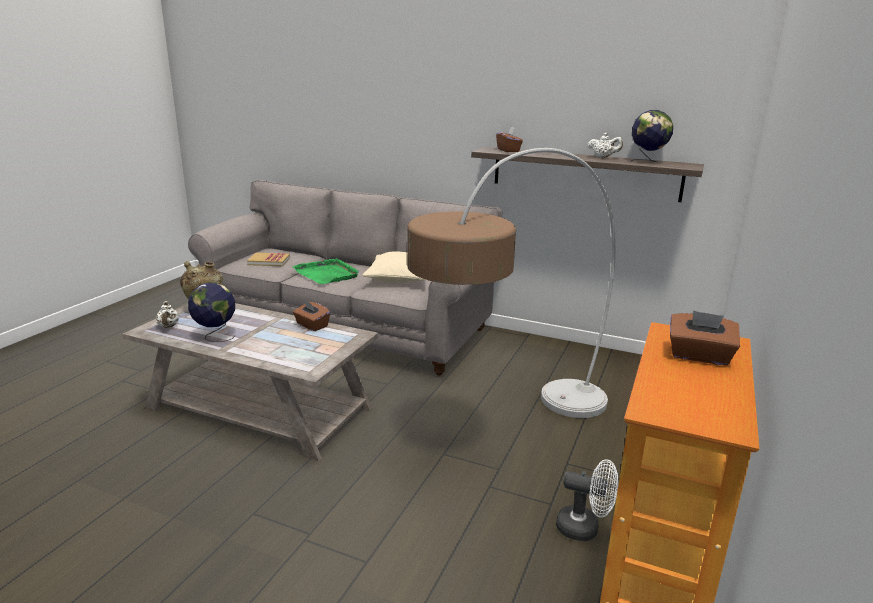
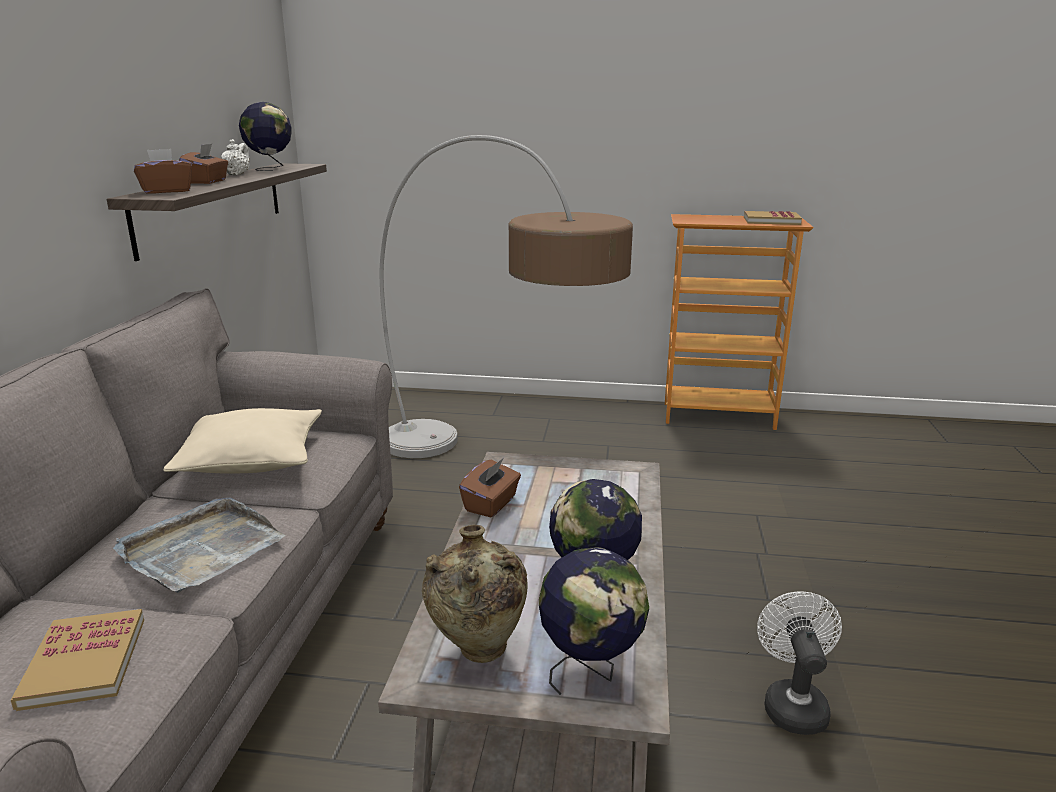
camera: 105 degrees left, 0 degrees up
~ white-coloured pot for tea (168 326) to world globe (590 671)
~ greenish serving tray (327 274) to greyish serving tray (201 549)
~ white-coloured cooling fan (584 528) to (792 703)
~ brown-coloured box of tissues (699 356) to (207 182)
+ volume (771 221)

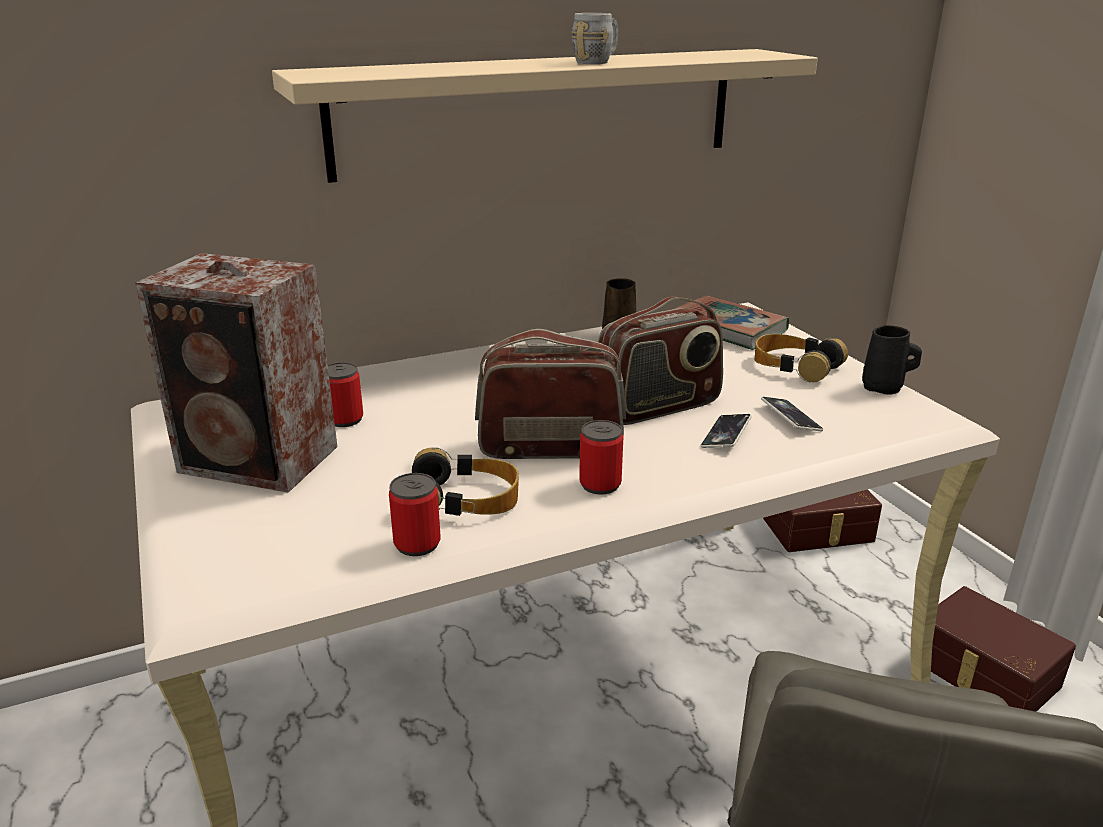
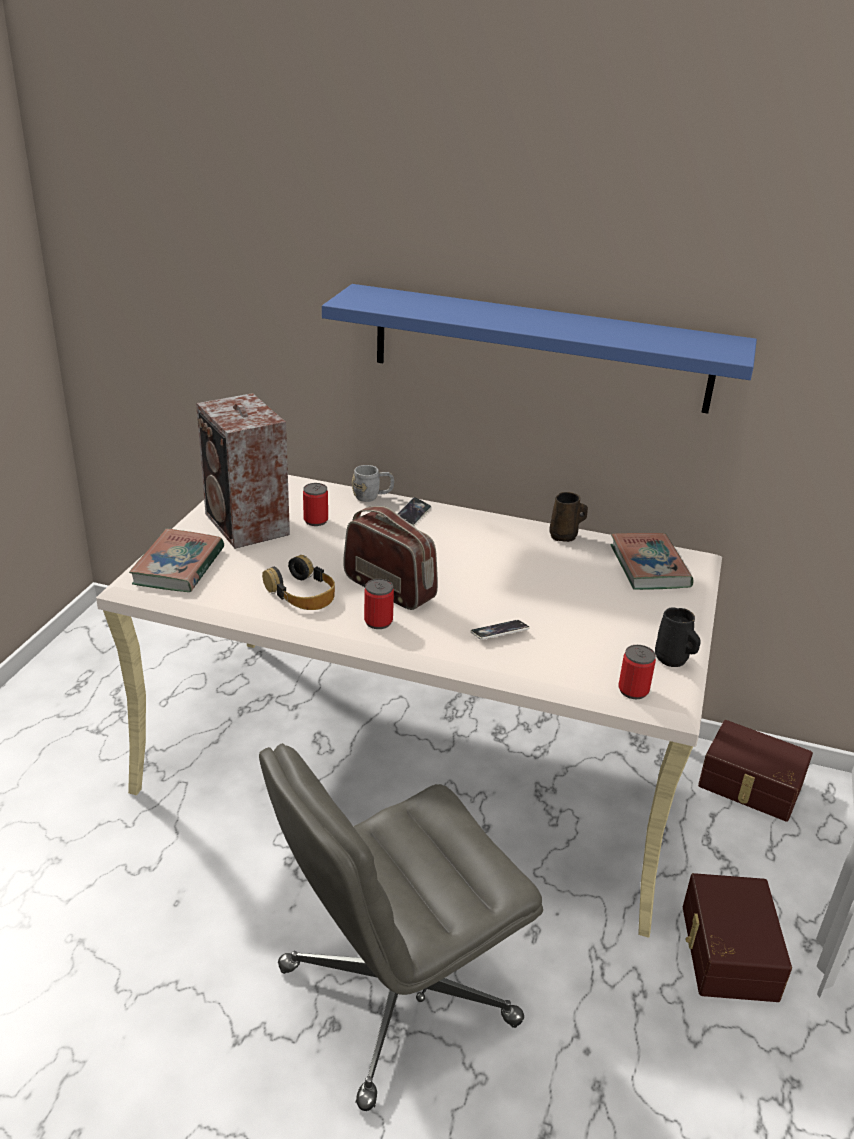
camera: 40 degrees right, 5 degrees up
~ beige shelf (540 112) to blue-coloured shelf (540 348)
~ sealed can (417 544) to (633 690)
~ greyish coffee mug (597 61) to (372 496)
- radio set (657 407)
- headphones (795 366)
~ telephone (790 418) to (413 514)
+ volume (178 566)

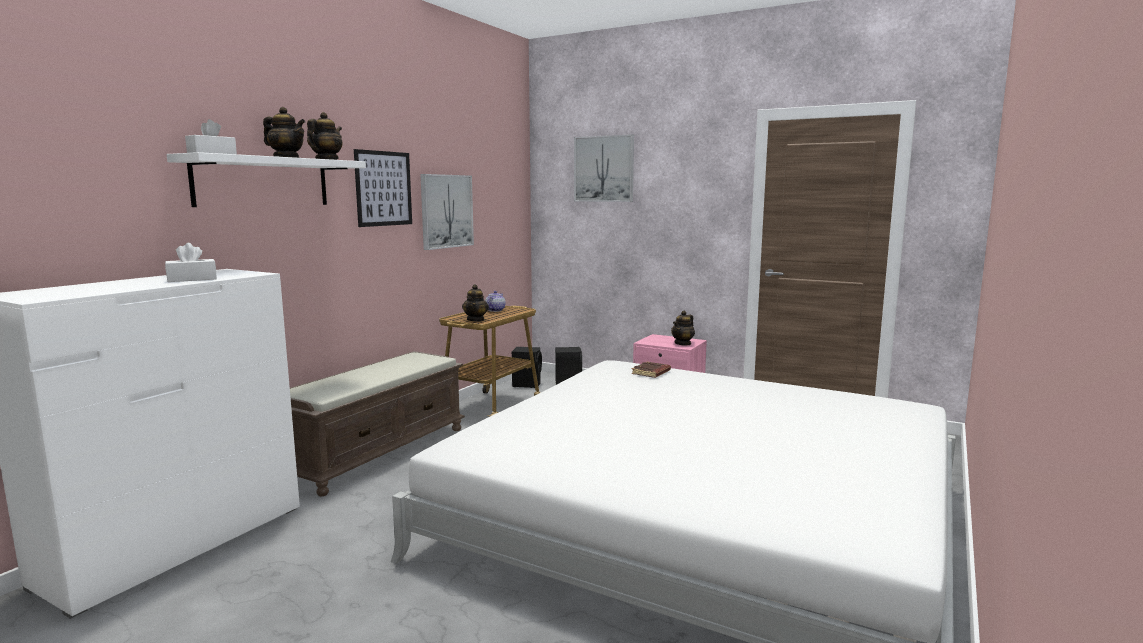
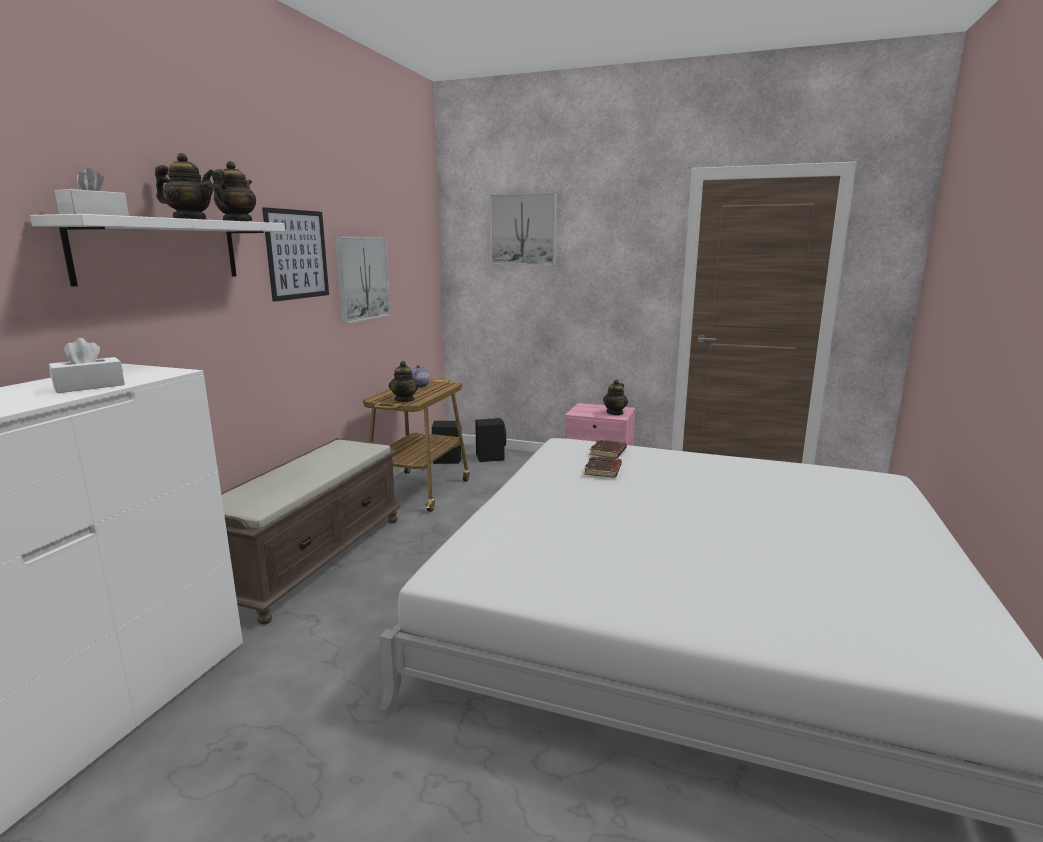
camera: 10 degrees left, 5 degrees up
+ brown-coloured volume (603 470)

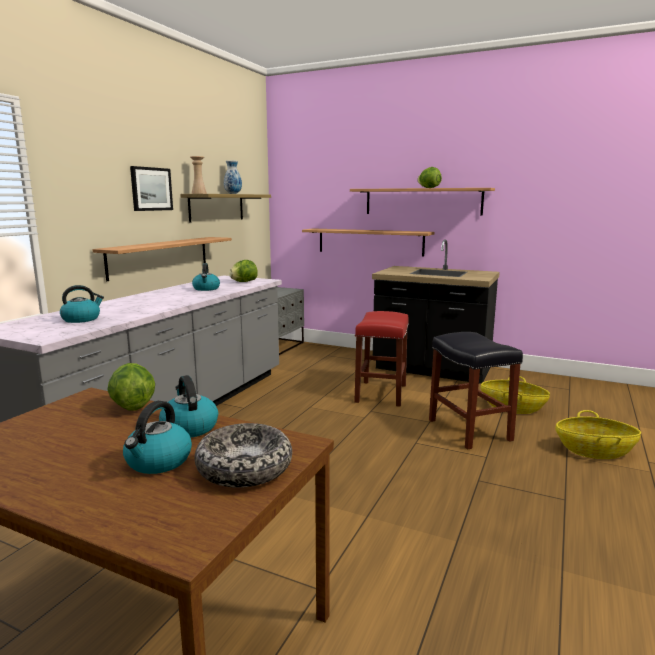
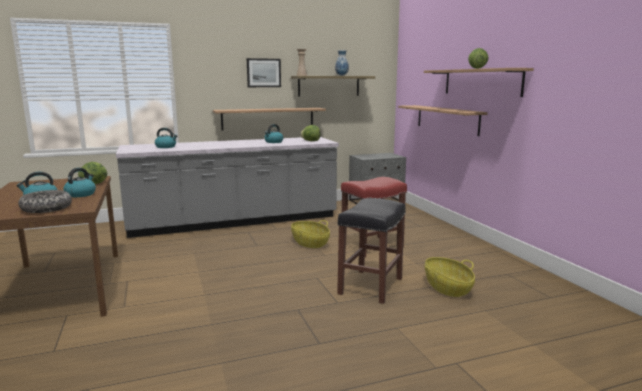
camera: 45 degrees right, 0 degrees up
- black kitchen base unit (431 370)
~ household basket (594 451) to (310 243)

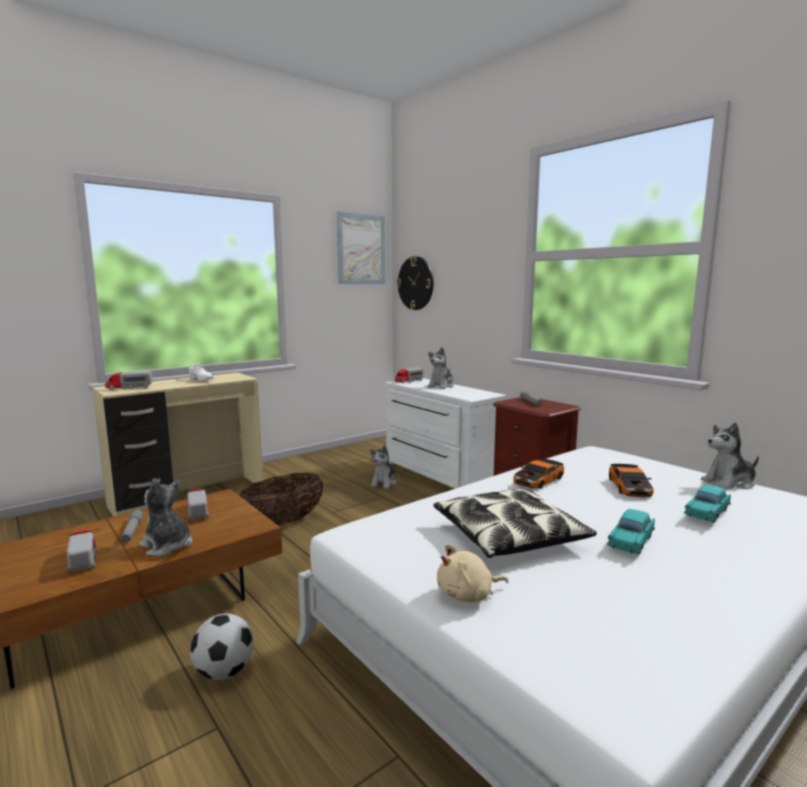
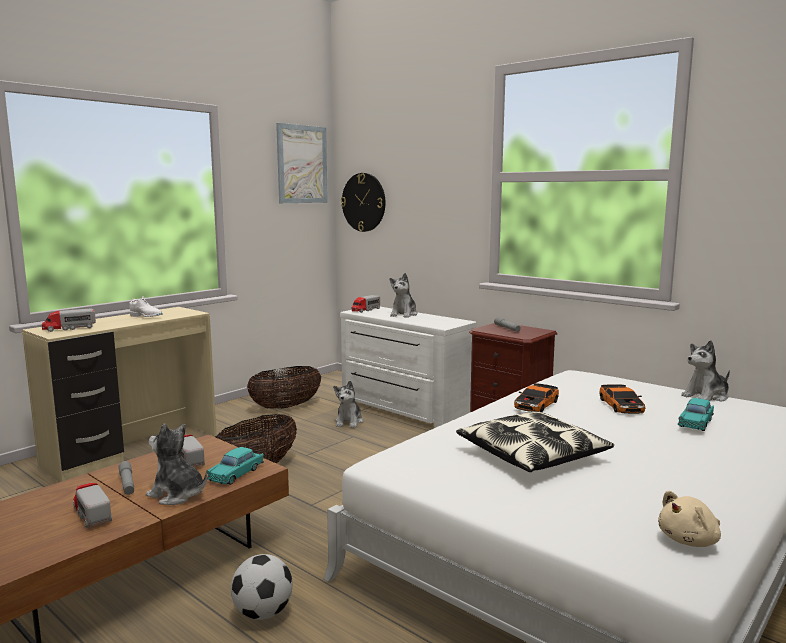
camera: 10 degrees left, 0 degrees up
~ beige soft toy (468 595) to (690 540)
~ turquoise-coloured toy car (631 541) to (236 474)
+ household basket (285 407)

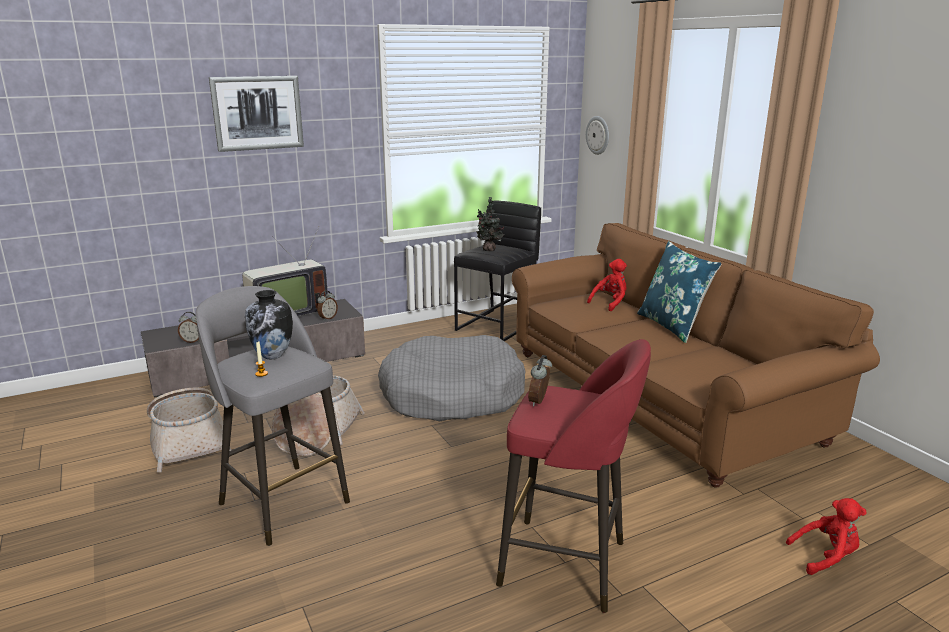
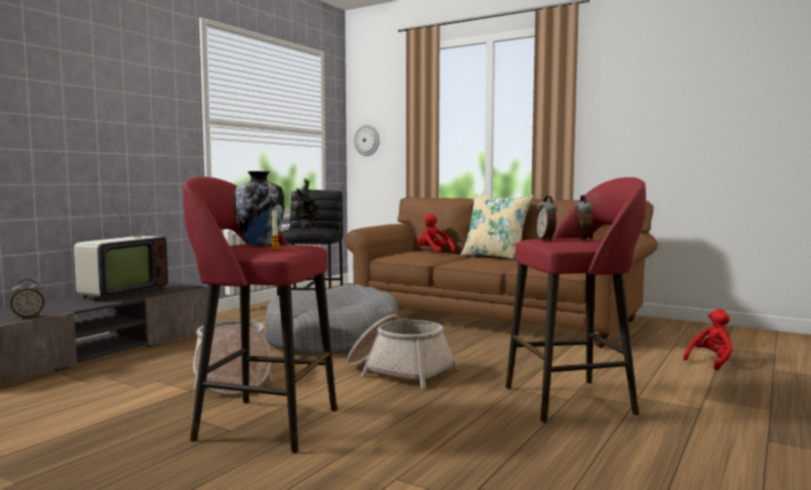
camera: 30 degrees left, 15 degrees down
~ household basket (189 441) to (399 371)
~ greyish stool seat (282 501) to red stool seat (263 424)
- wall picture (257 113)
~ table clock (327 318) to (583 239)
~ red soft toy (610 303) = (433 252) 60 degrees counterclockwise
~ blue-coloured cushion (672 326) to beige cushion (495 257)

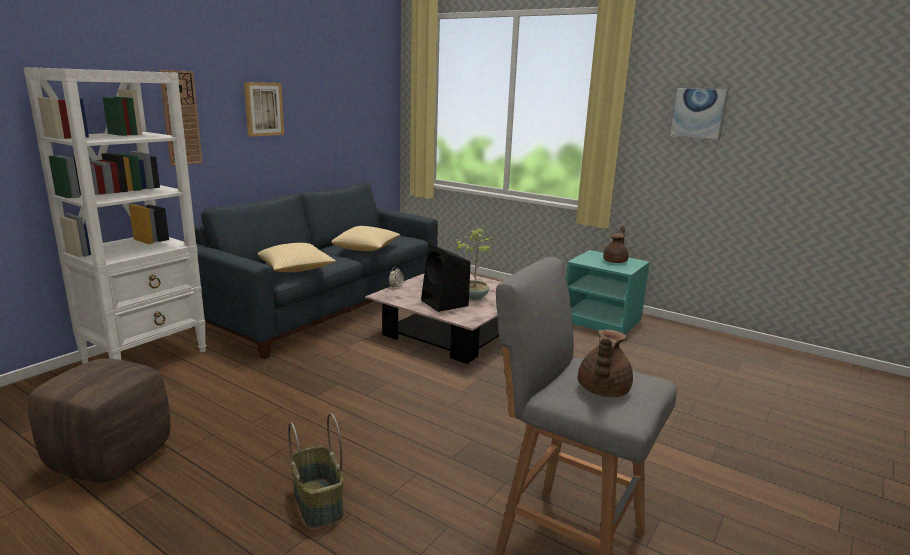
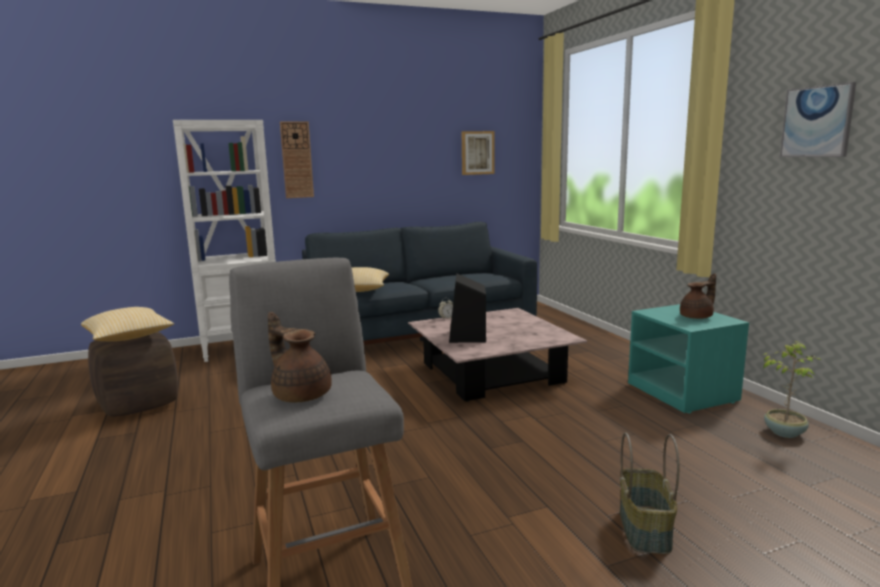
camera: 35 degrees right, 5 degrees down
~ wall picture (263 109) to (477 153)
~ household basket (319 502) to (646 530)
~ cushion (366 249) to (128 338)
~ potted plant (474 297) to (784 432)
~ brown-coloured pot for tea (602 390) = (301 394) 75 degrees clockwise

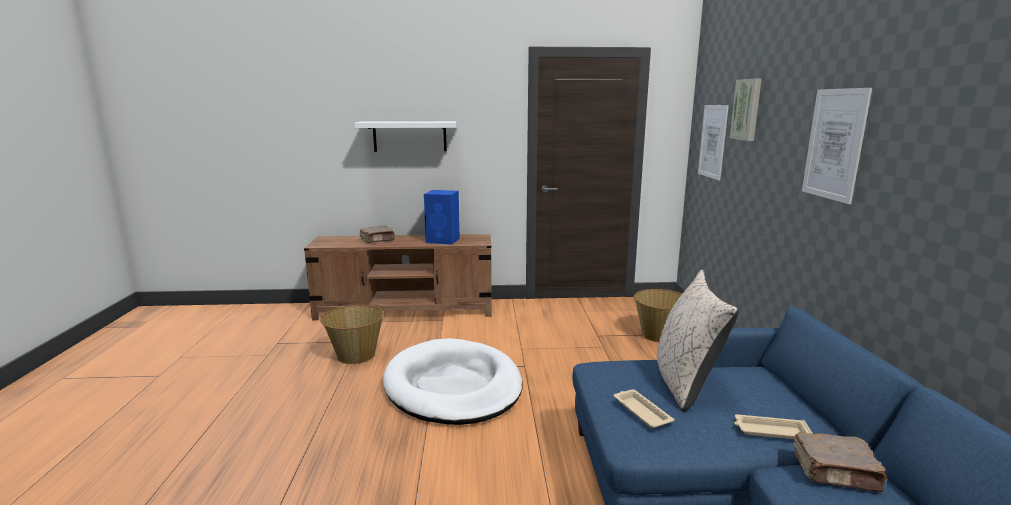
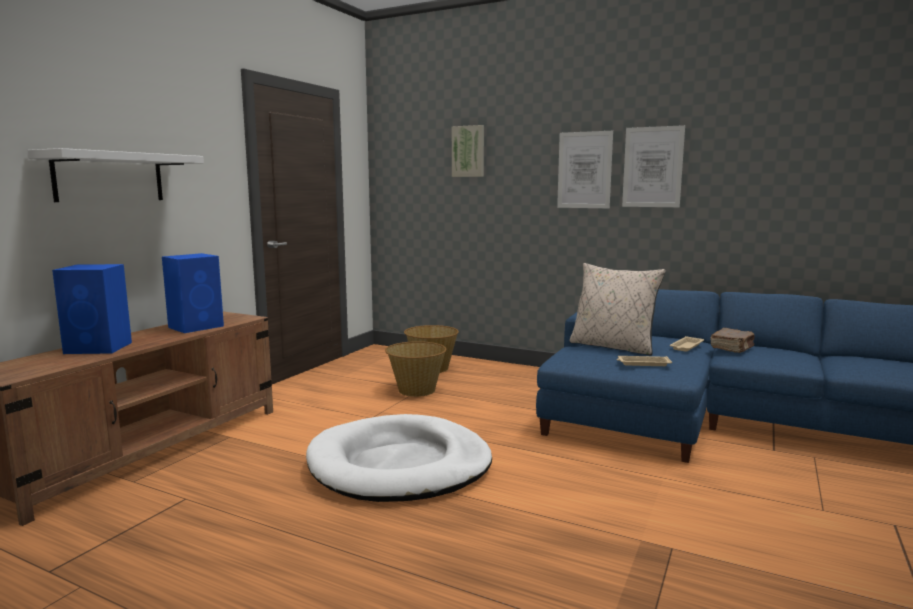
camera: 60 degrees left, 5 degrees down
~ household basket (355 355) to (416 390)
~ brown-coloured volume (378 240) to blue-coloured loudspeaker (100 348)
~ wall picture (713 141) to (652 167)

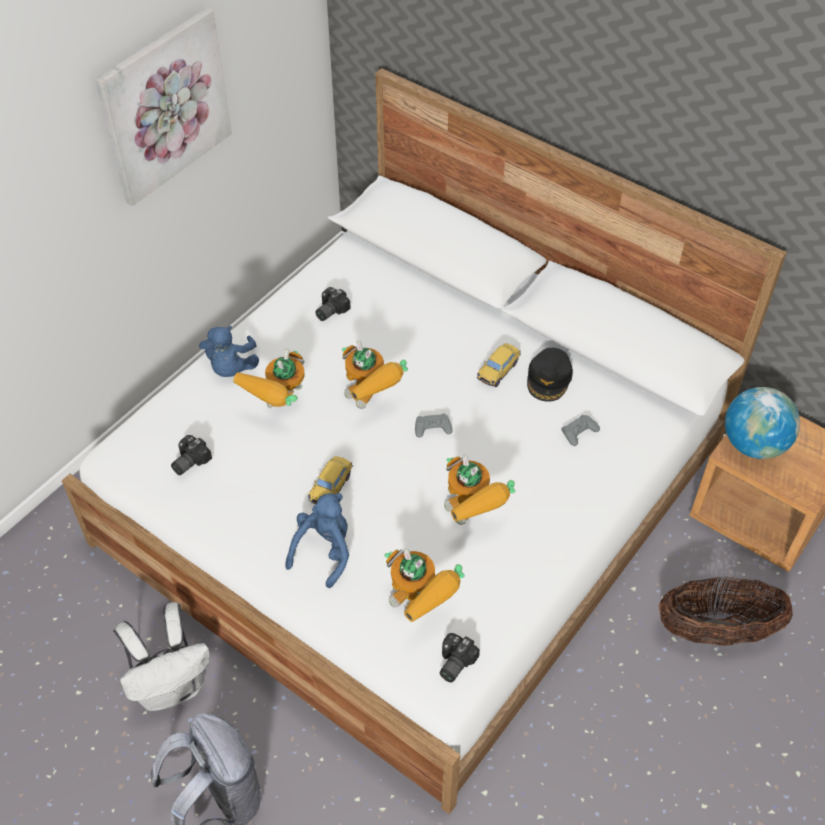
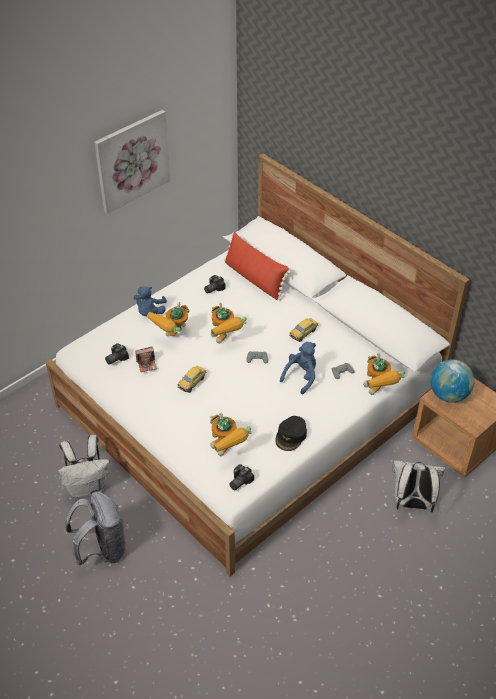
camera: 10 degrees right, 5 degrees down
~ blue-coloured soft toy (324 551) to (301 376)
~ toy robot (472 517) to (378 392)
~ black peaked cap (549 378) to (291 436)
~ household basket (716 630) to white-coloured rucksack (412 504)
+ photo camera (147 364)
+ red cushion (254 279)

